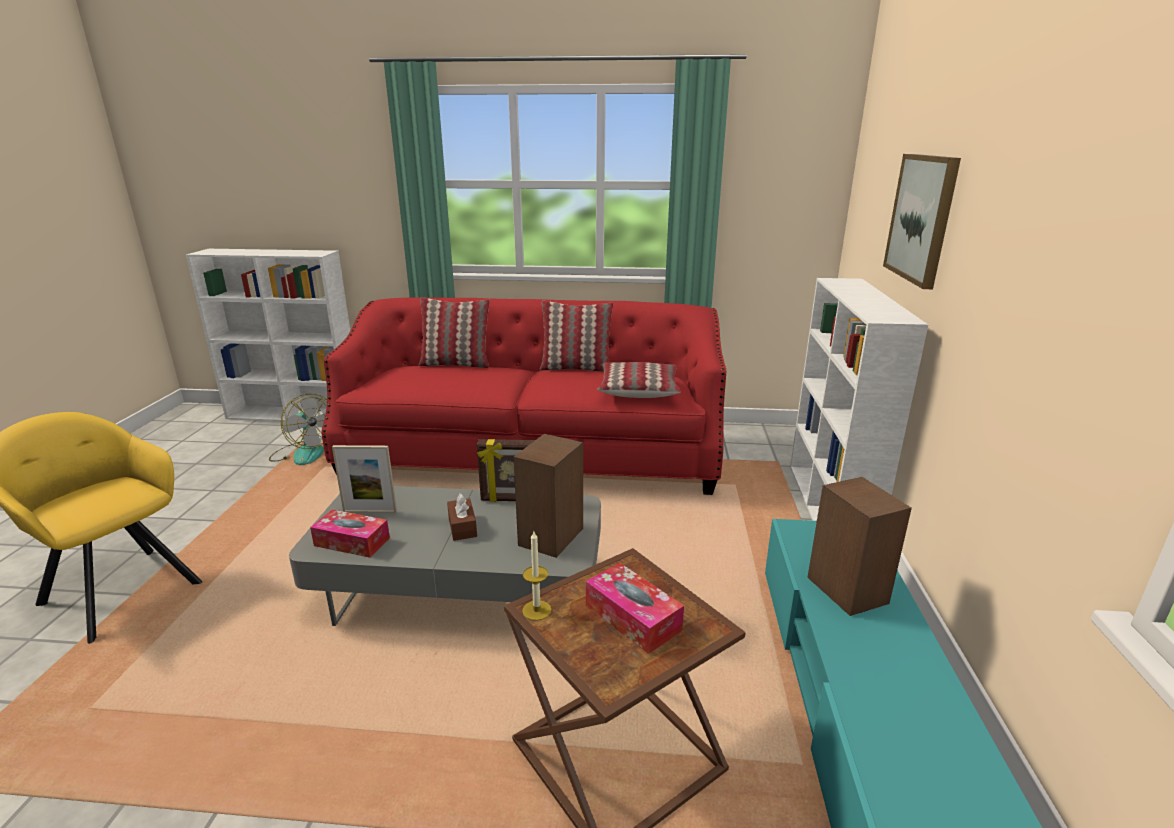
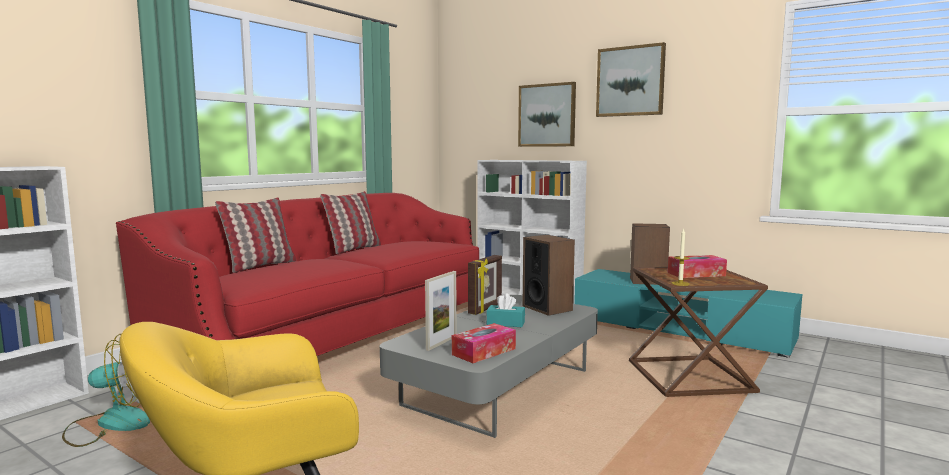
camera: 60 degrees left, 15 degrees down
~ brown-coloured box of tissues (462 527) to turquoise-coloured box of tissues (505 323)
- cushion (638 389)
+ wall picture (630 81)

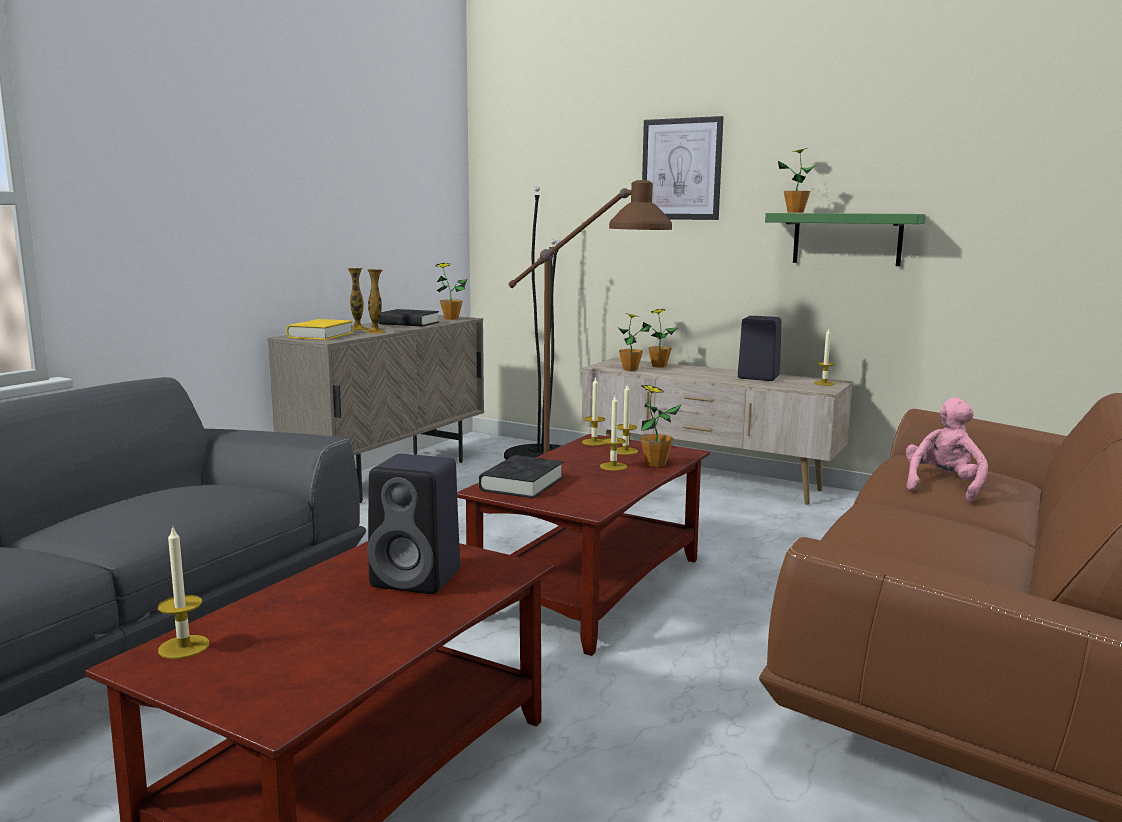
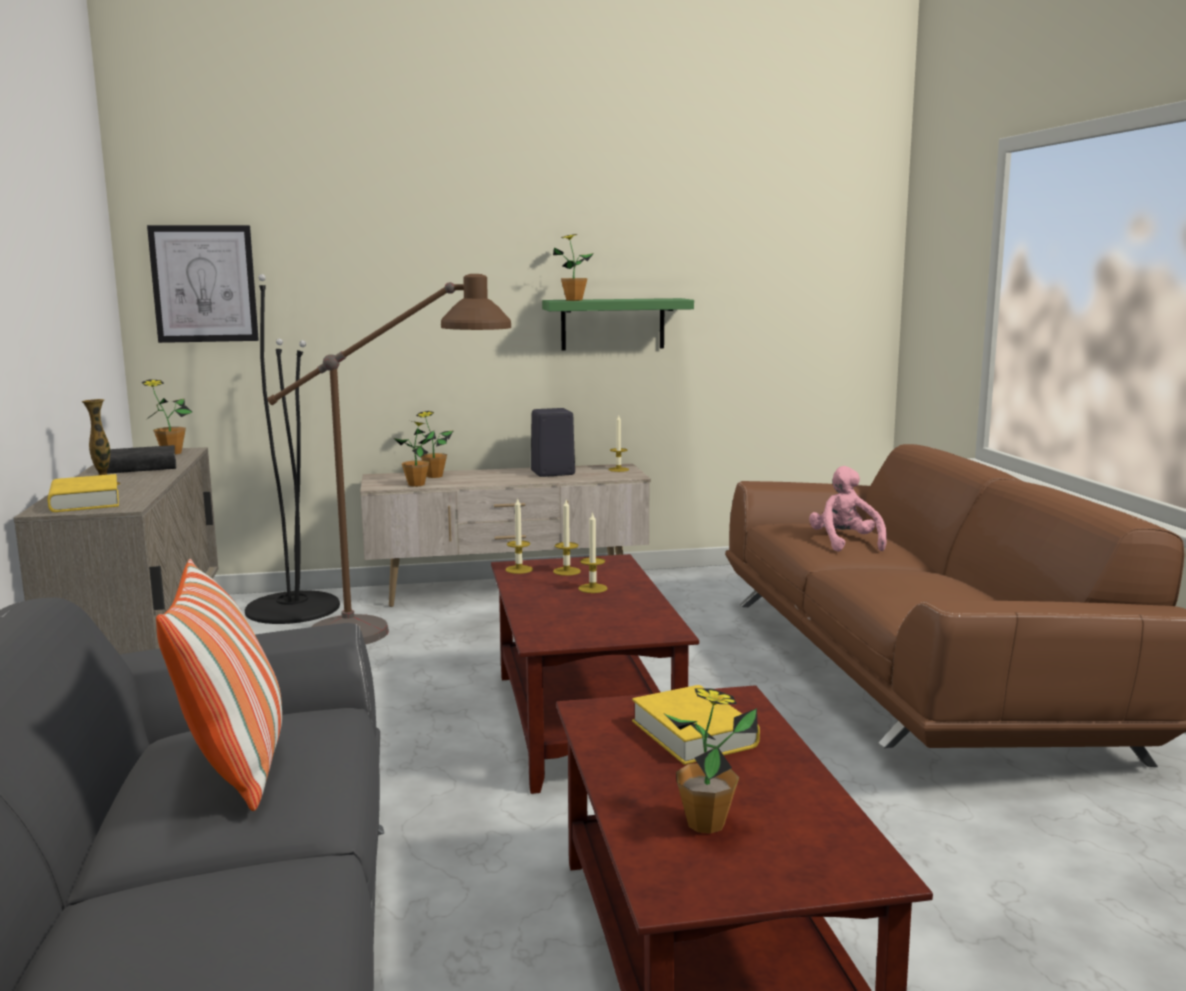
camera: 40 degrees left, 0 degrees up
- candle (184 647)
- flower vase (375 332)
~ black loudspeaker (419 578) to yellow volume (694 734)
- black volume (522 484)
~ potted plant (655 464) to (706 823)
~ wall picture (681 169) to (204 284)
+ cushion (235 765)

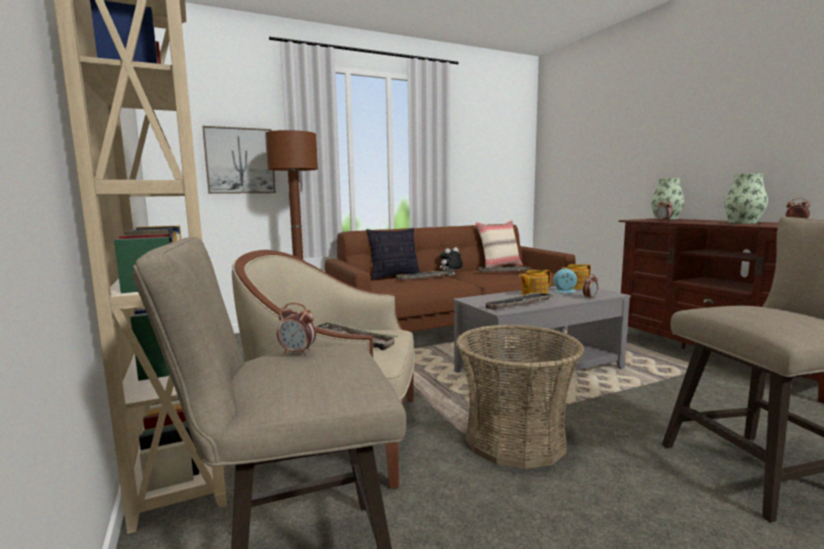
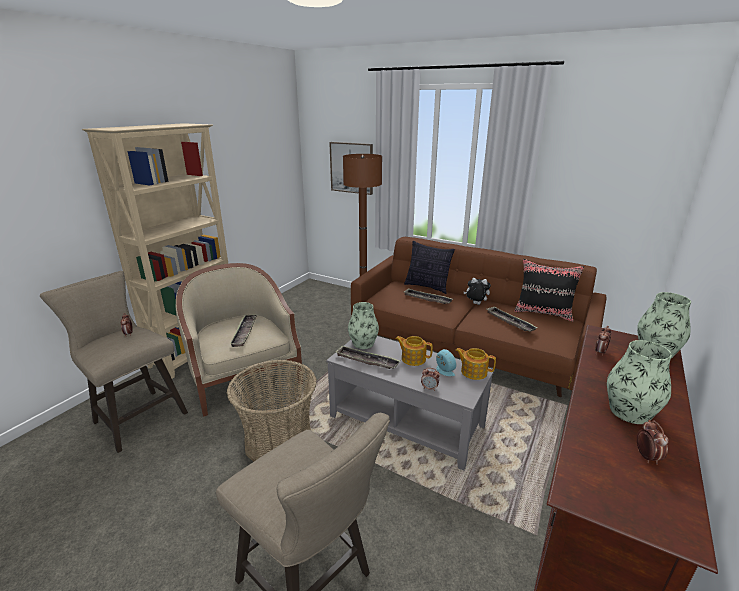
camera: 55 degrees right, 15 degrees up
~ beige cushion (499 266) to black cushion (543 313)
+ flower vase (363 343)

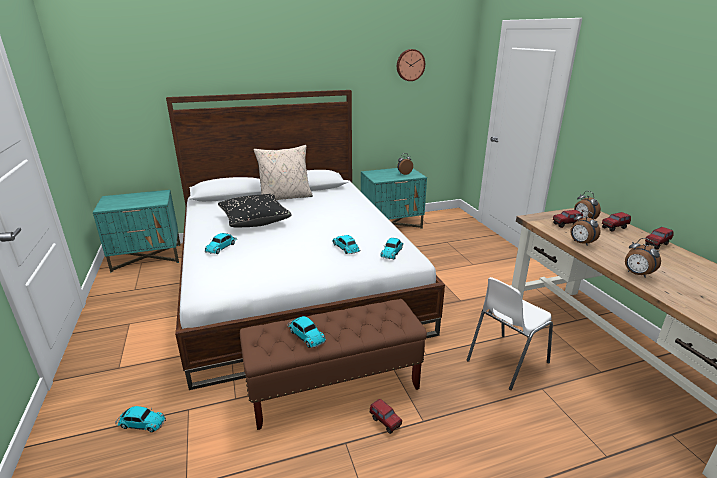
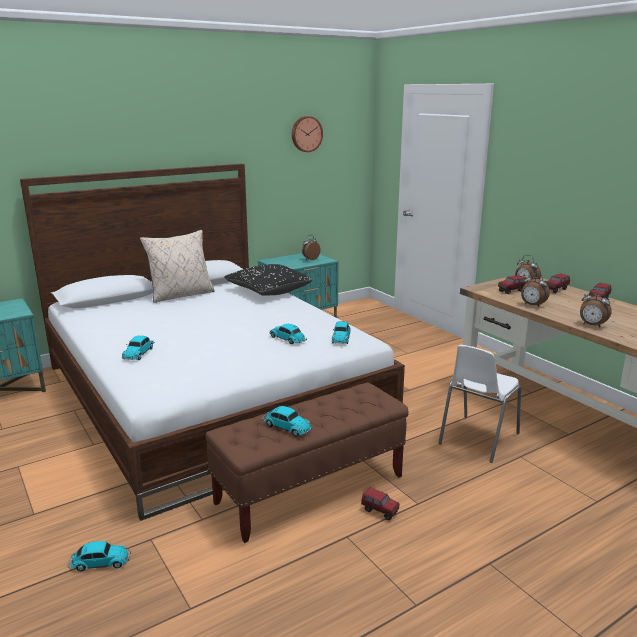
camera: 15 degrees left, 5 degrees down
~ black cushion (255 220) to (268 291)

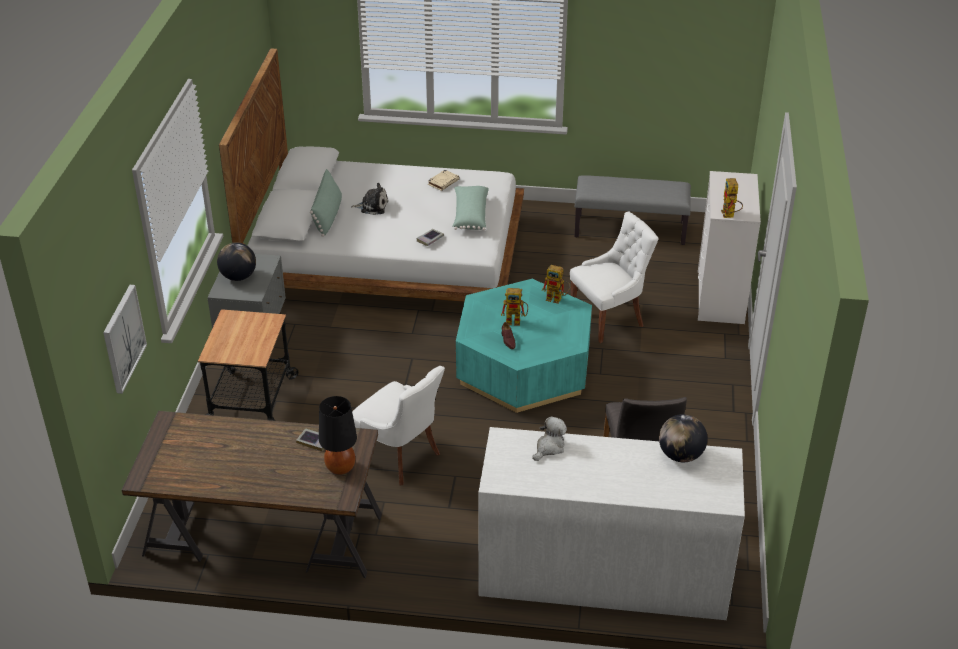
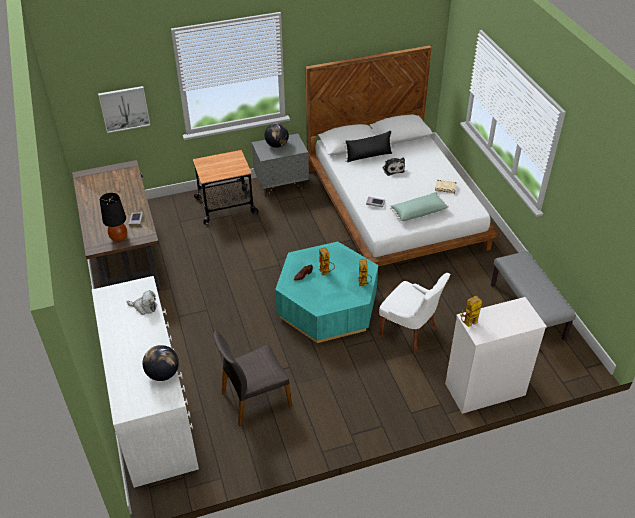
camera: 65 degrees right, 5 degrees up
~ greenish cushion (328 215) to black cushion (368 156)
- white-coloured plain chair (400 457)

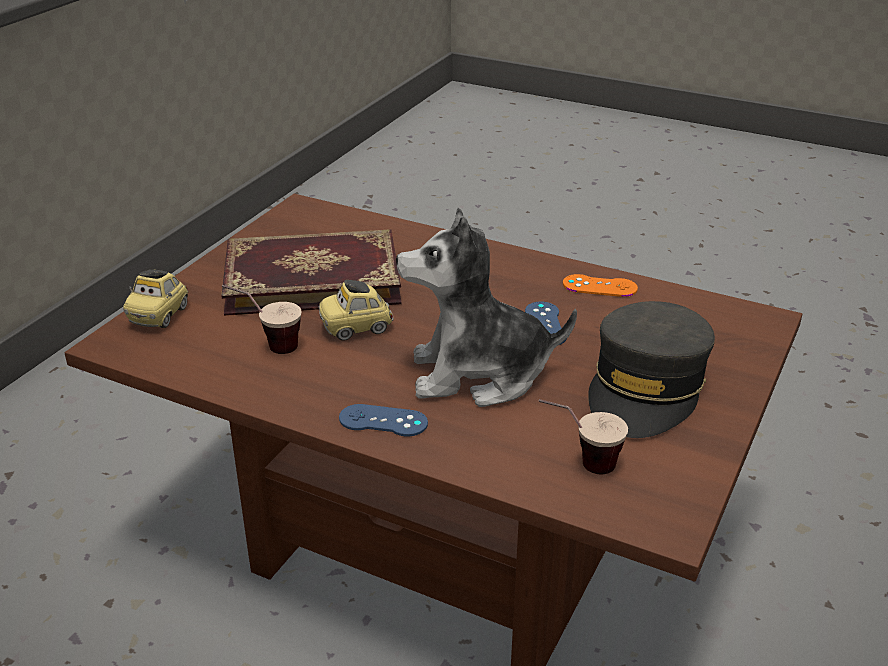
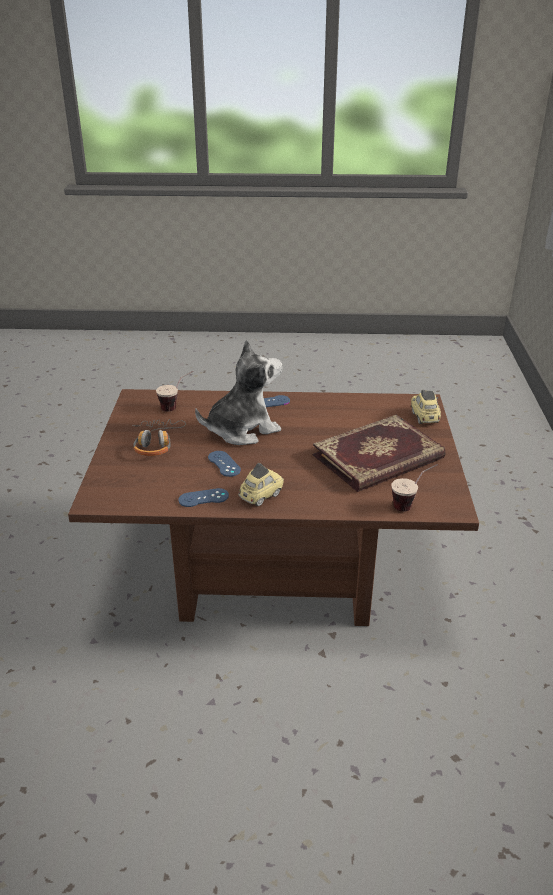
camera: 155 degrees right, 0 degrees up
~ small cup (266 346) to (411 504)
~ toy car (356 328) to (261 496)
~ orange gamepad (599 286) to blue-coloured gamepad (203 498)
~ greyish peaked cap (646 388) to headphones (156 443)

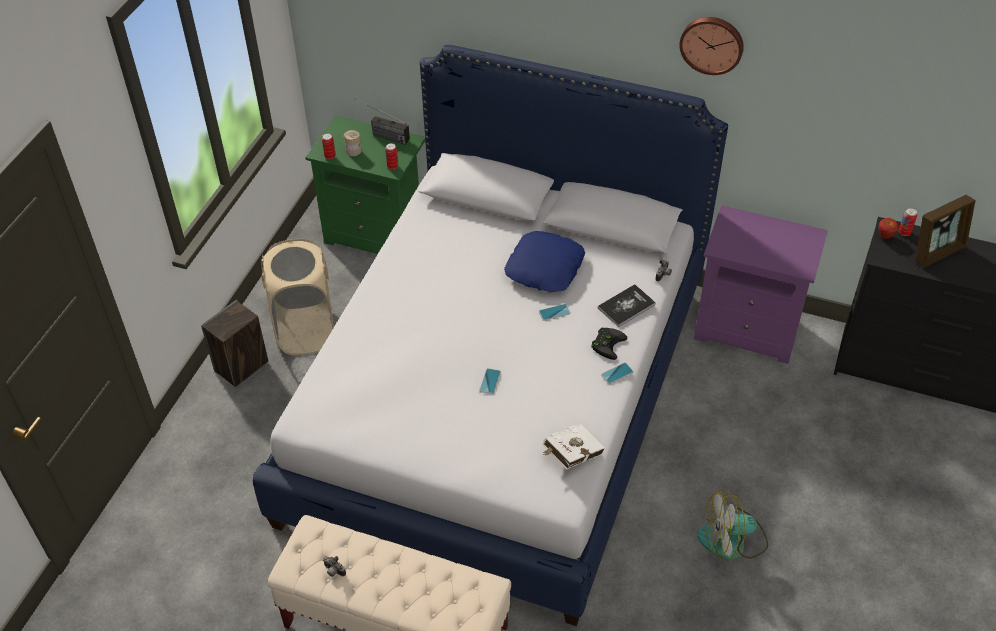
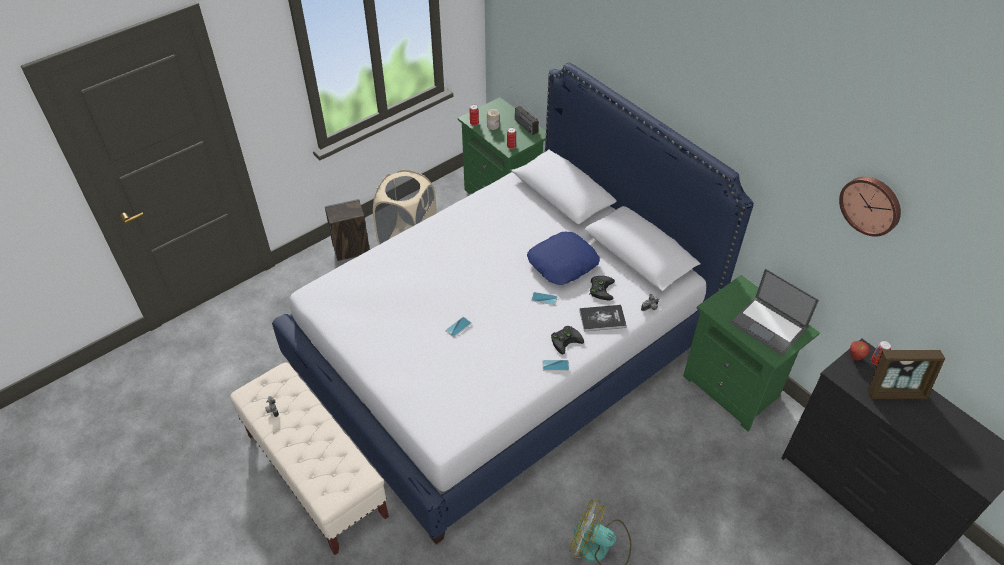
camera: 30 degrees right, 0 degrees up
- white-coloured volume (570 456)
~ clock on the wall (712 44) to (871 205)
~ purple night table (748 328) to greenish night table (734 388)
+ black gamepad (600 288)
+ notebook computer (769 326)

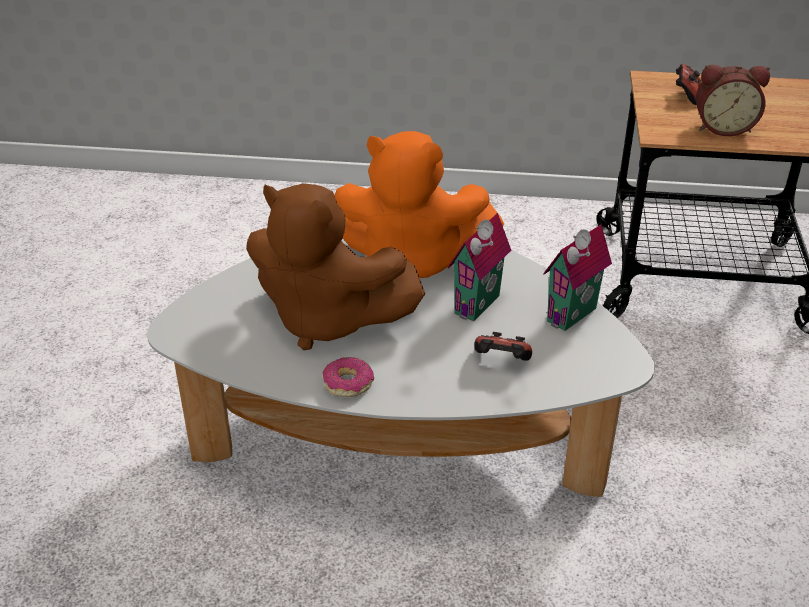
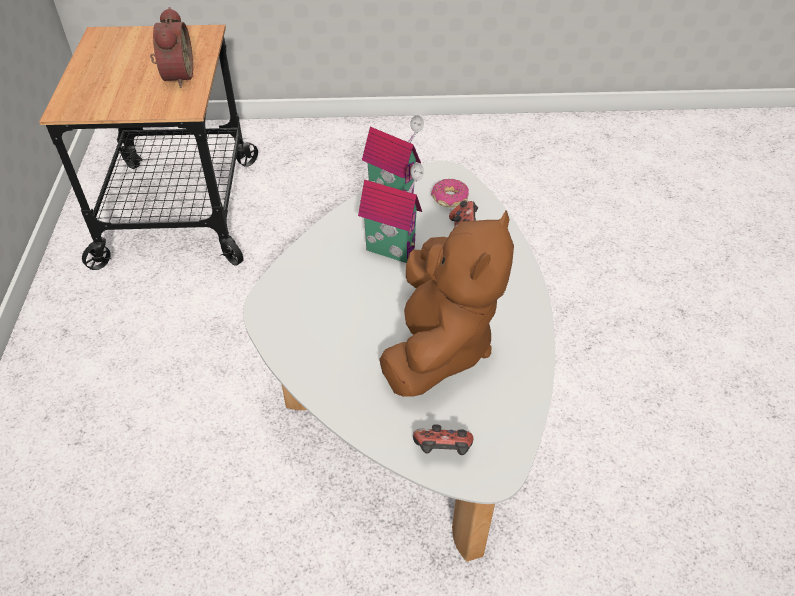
camera: 100 degrees left, 10 degrees up
~ doughnut (348 383) to (449 198)
- orange soft toy (412 262)
~ gamepad (686 95) to (442 451)

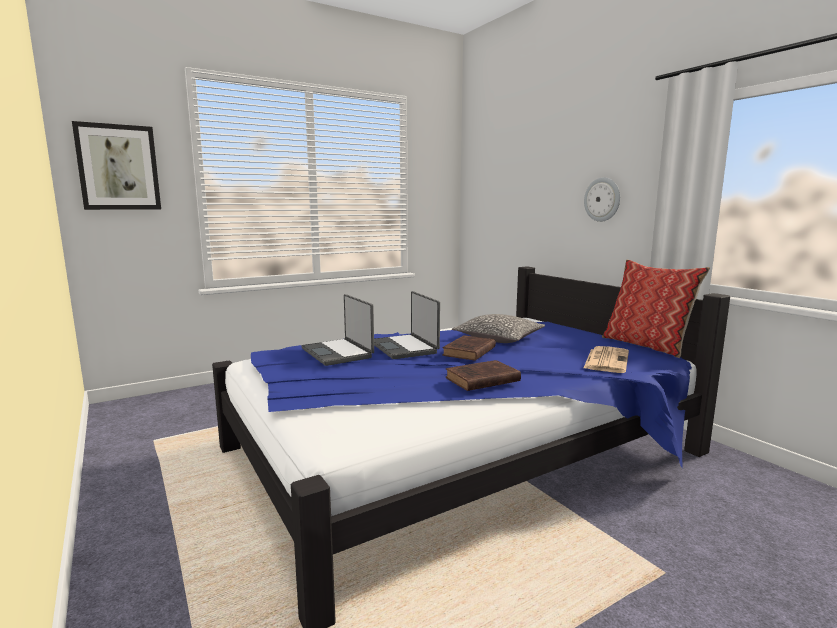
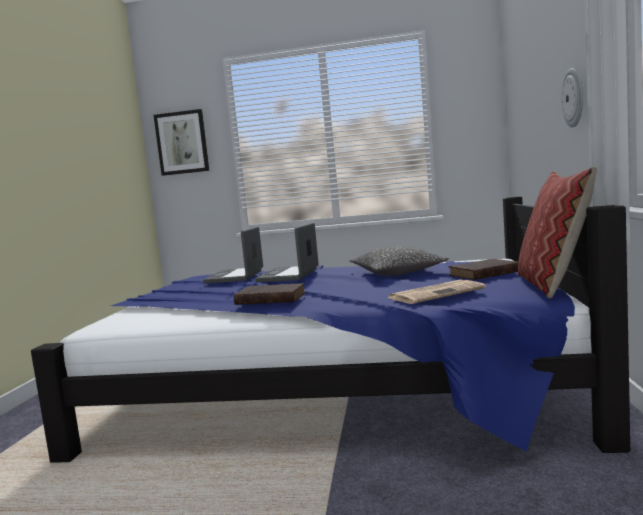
camera: 40 degrees right, 5 degrees down
~ brown-coloured volume (468 352) to (483 274)

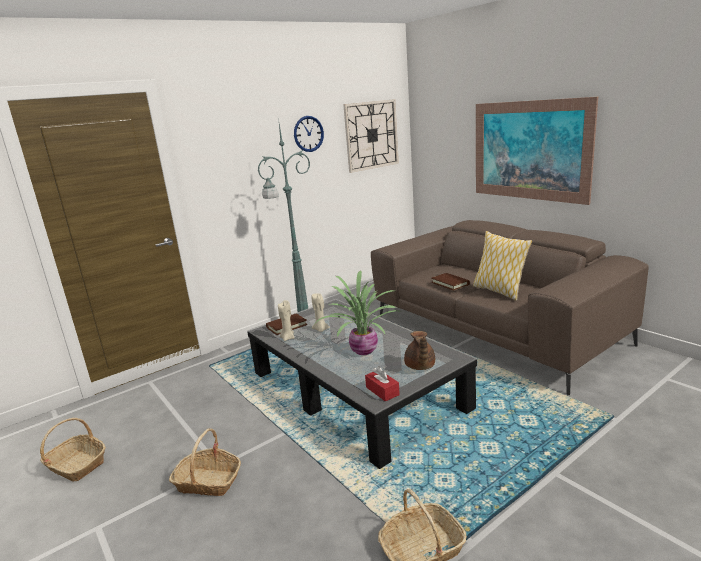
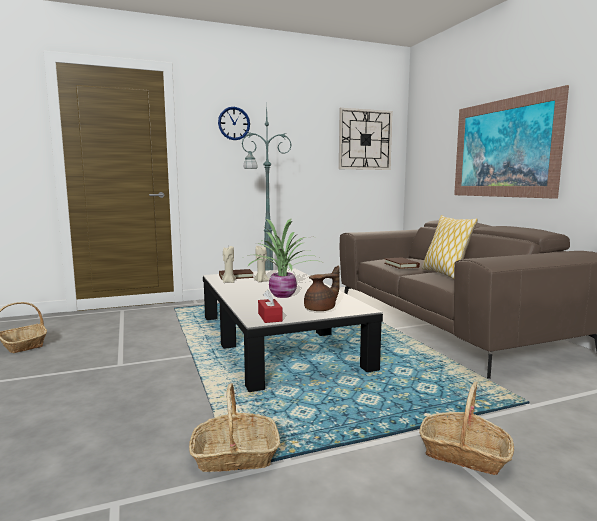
camera: 15 degrees right, 10 degrees down
~ household basket (208 481) to (464 453)
~ clock on the wall (308 134) to (234 123)
~ brown-coloured pot for tea (420 366) = (321 309) 135 degrees counterclockwise

